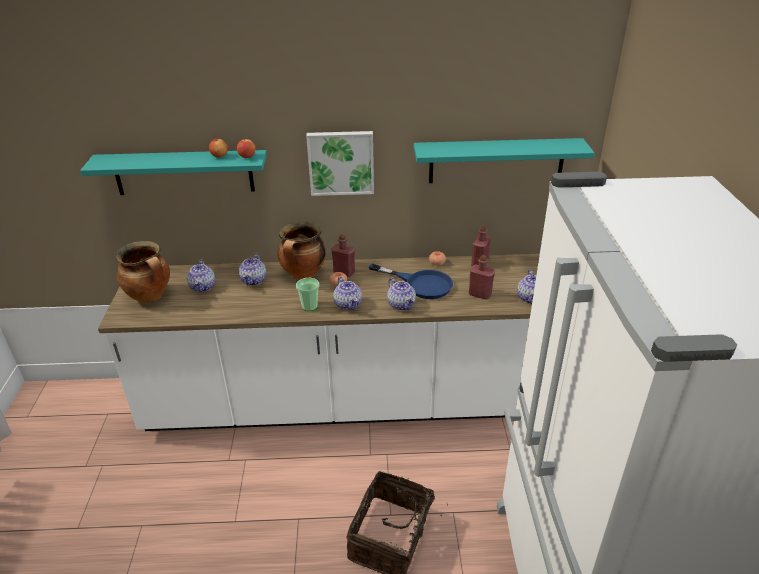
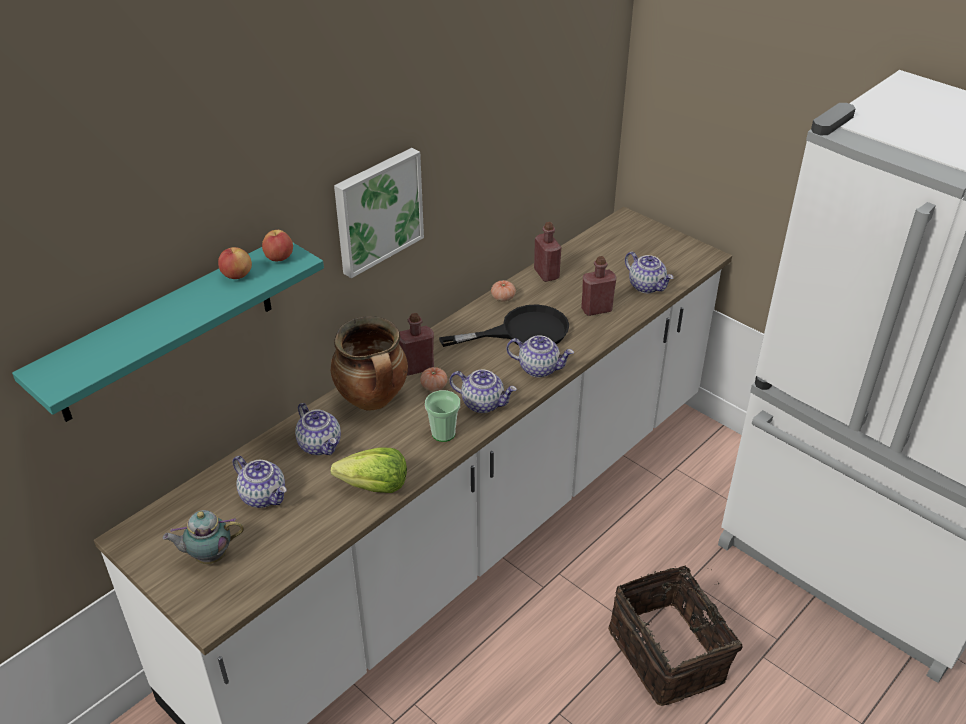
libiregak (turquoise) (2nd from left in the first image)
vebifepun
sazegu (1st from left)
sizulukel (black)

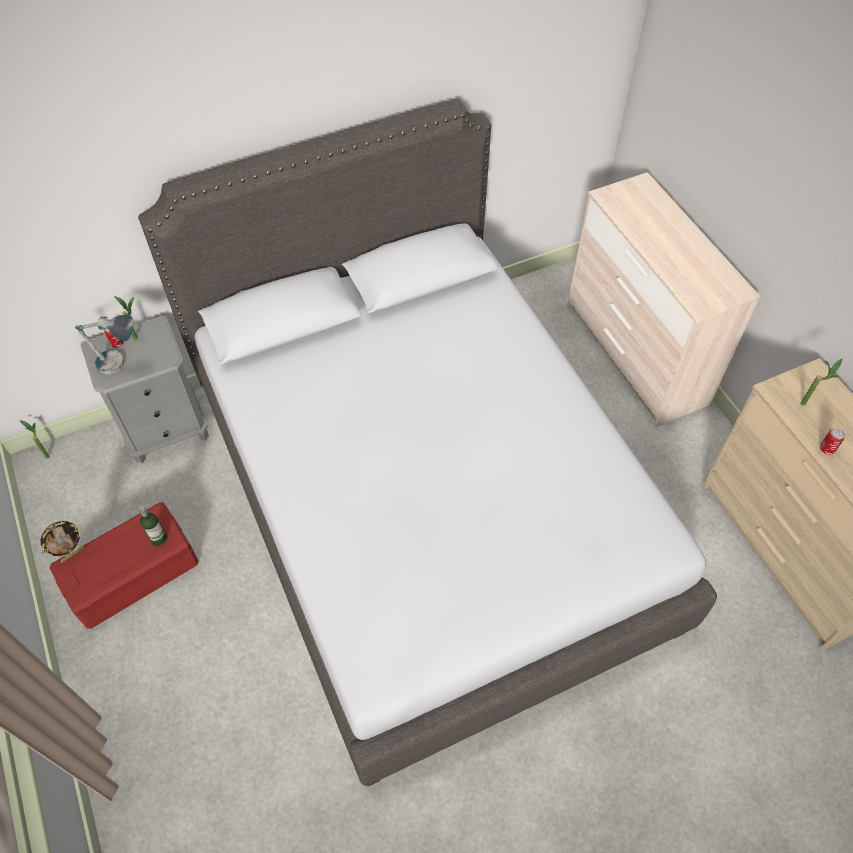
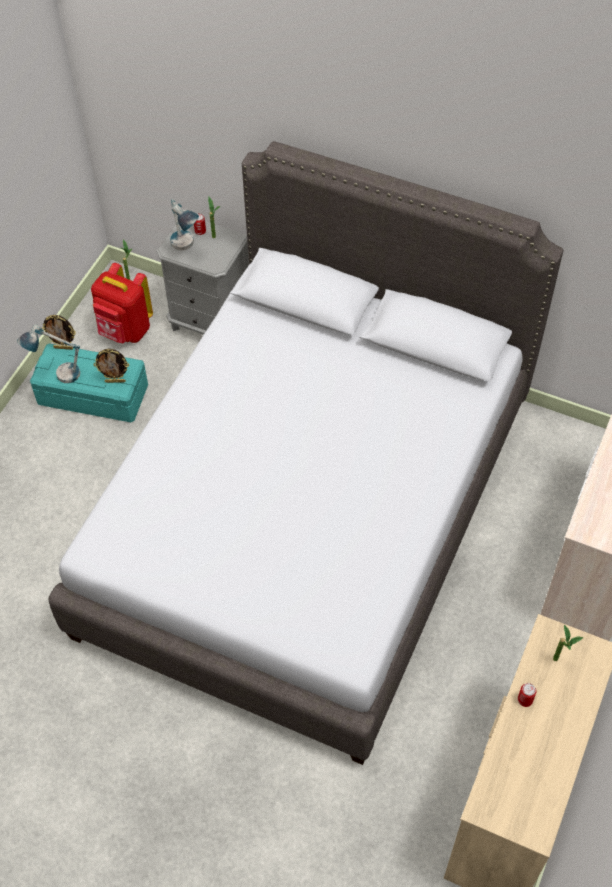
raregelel (1st from left)
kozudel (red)
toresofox (2nd from left)
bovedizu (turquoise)

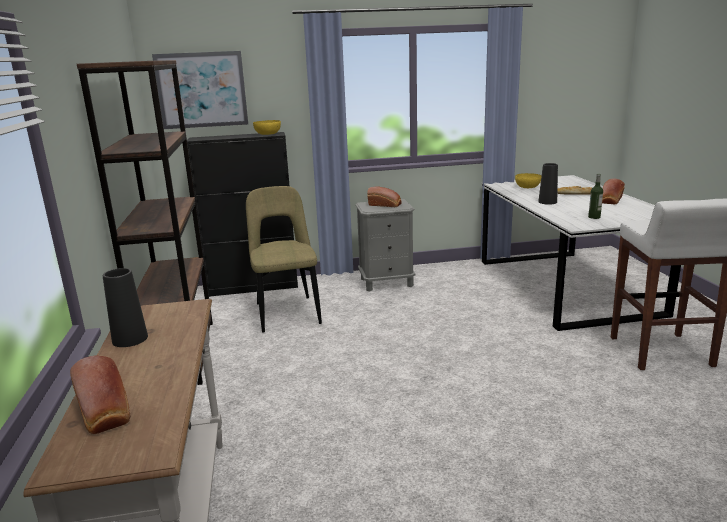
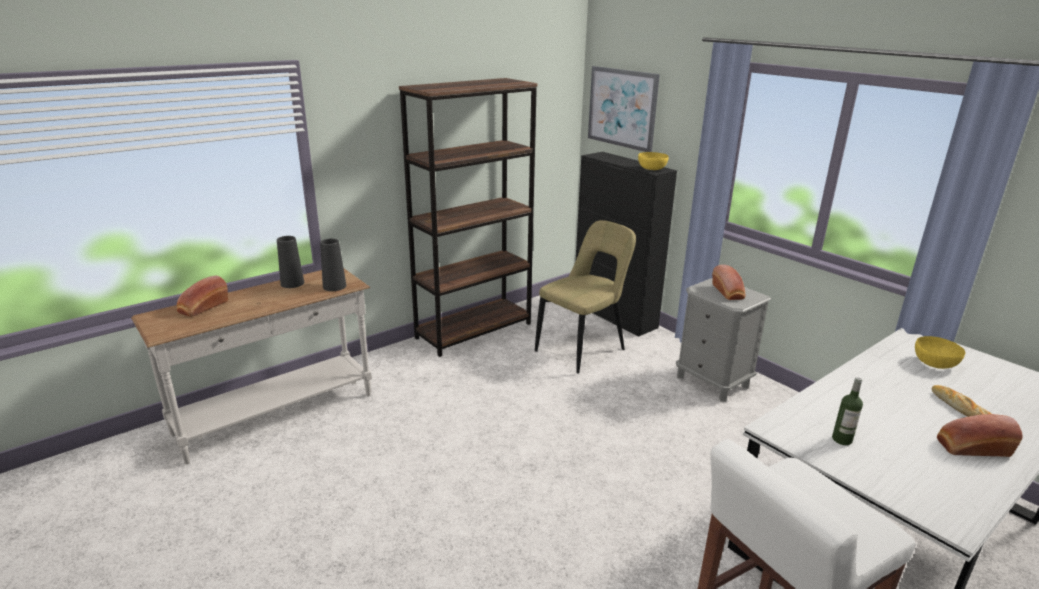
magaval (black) (2nd from left)

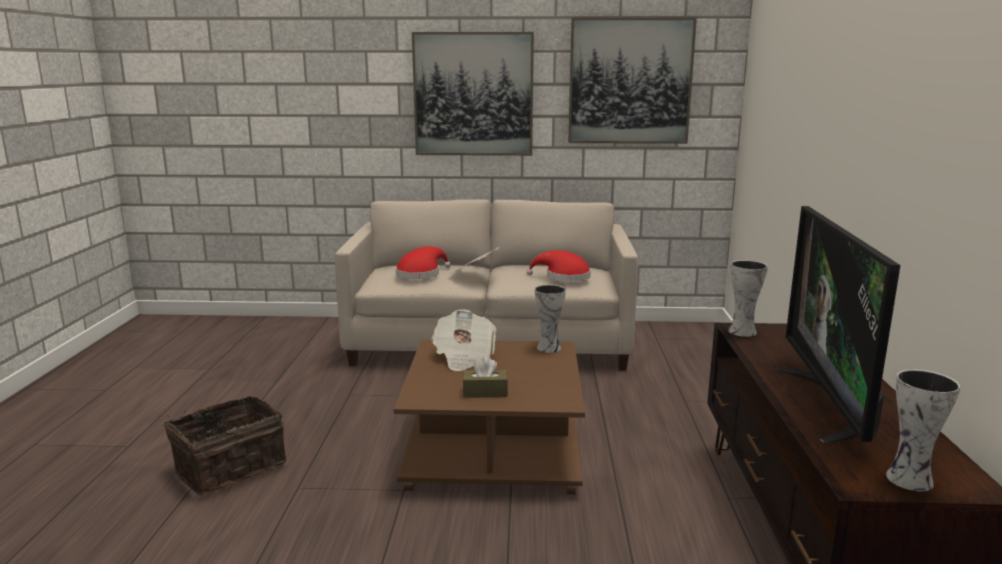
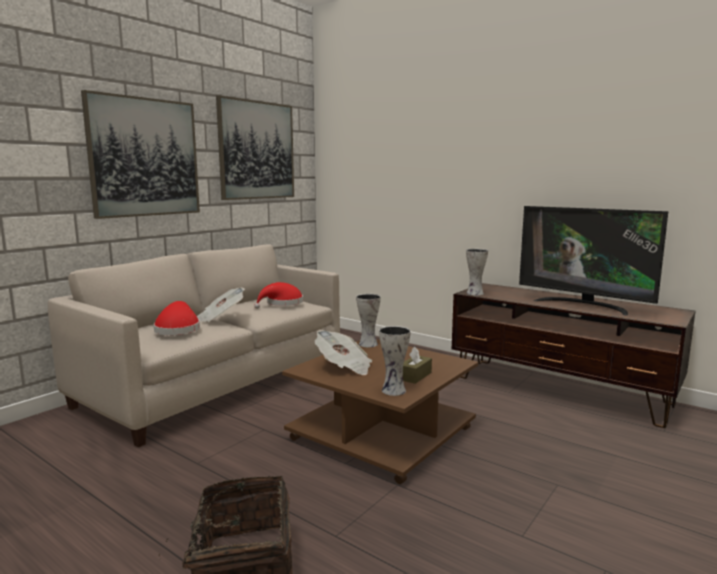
magaval (2nd from left)

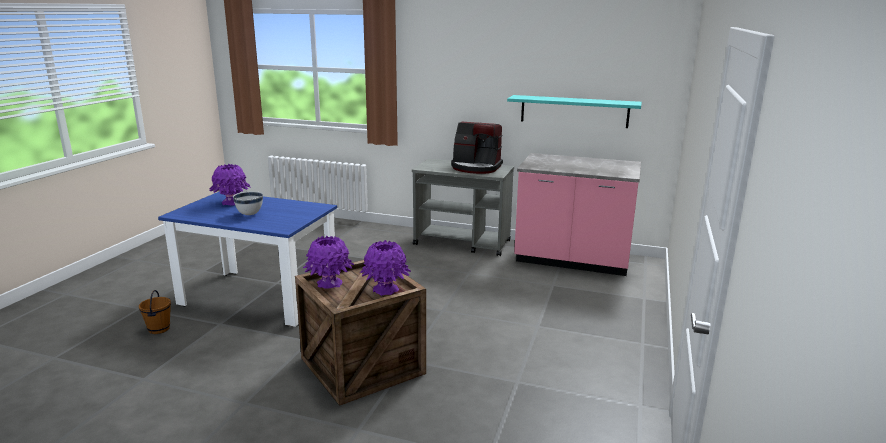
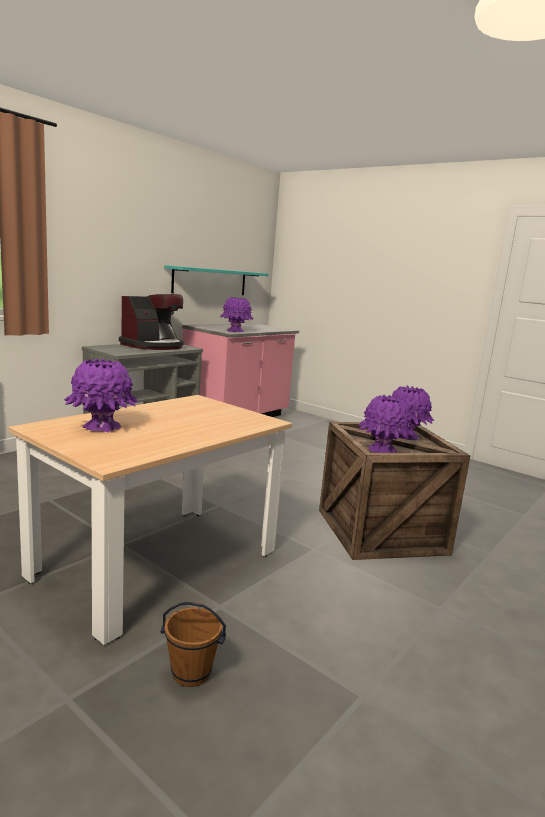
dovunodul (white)
magaval (purple) (2nd from left)
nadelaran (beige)

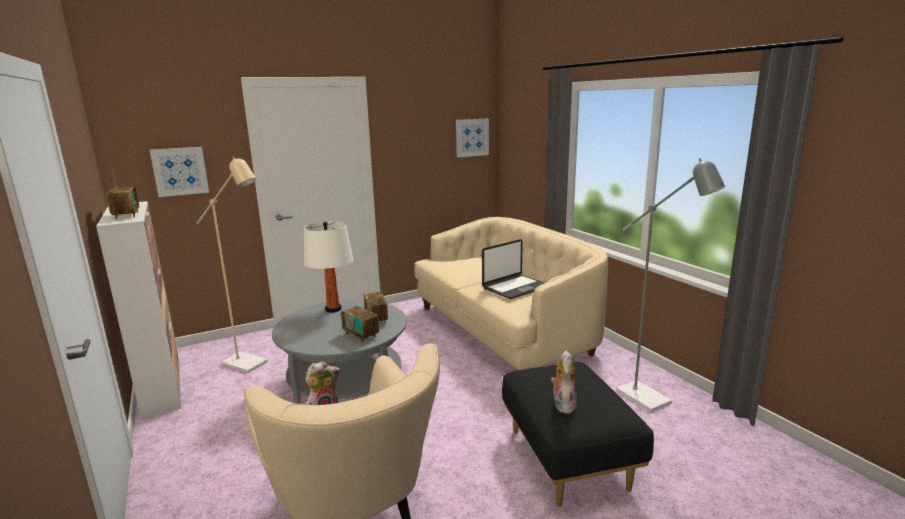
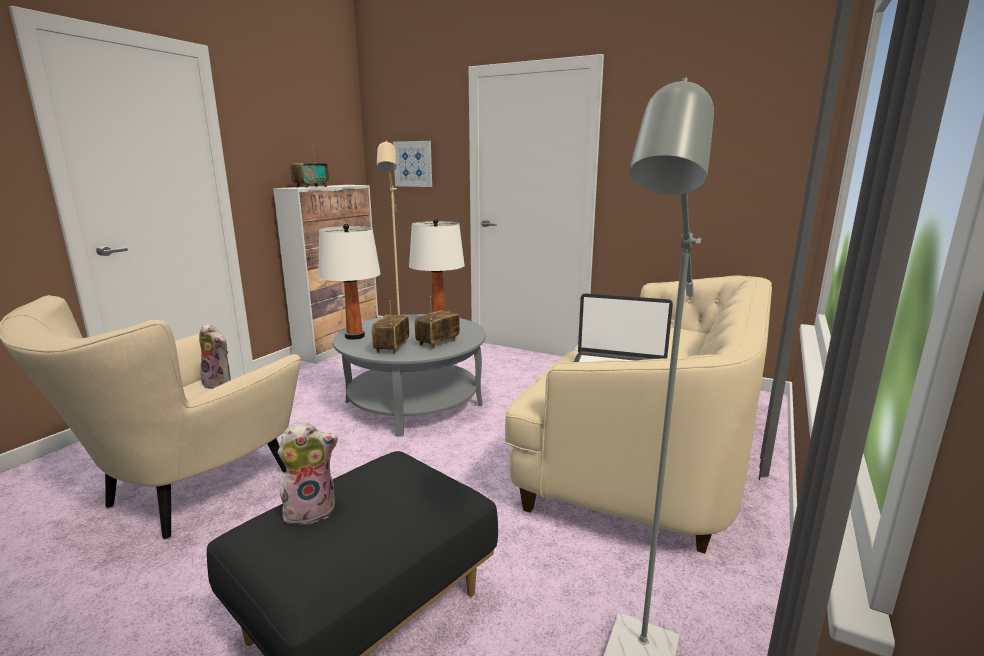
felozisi (2nd from left in the first image)
raregelel (white) (1st from left)

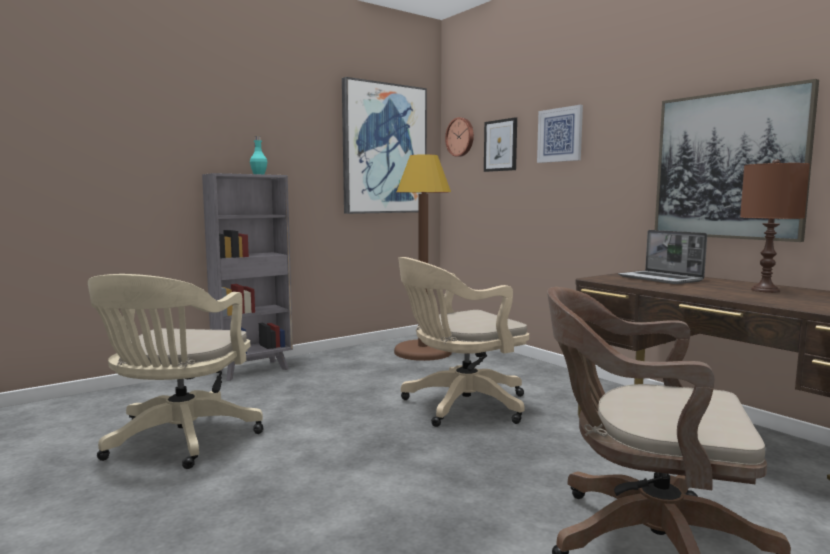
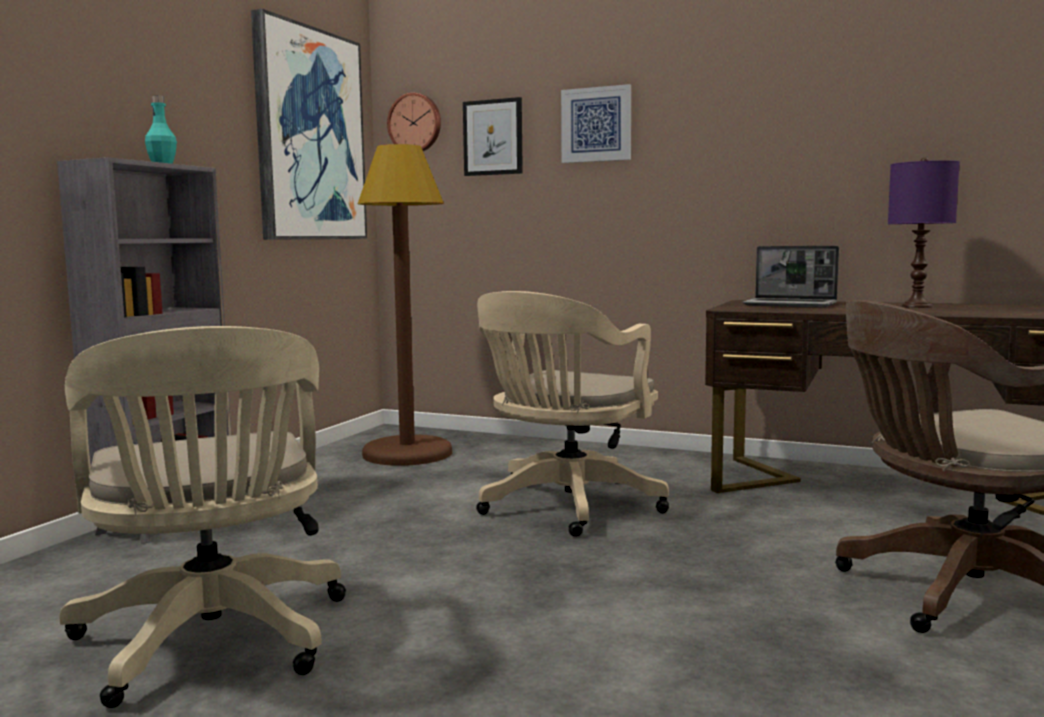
felozisi (4th from left in the first image)
raregelel (purple)

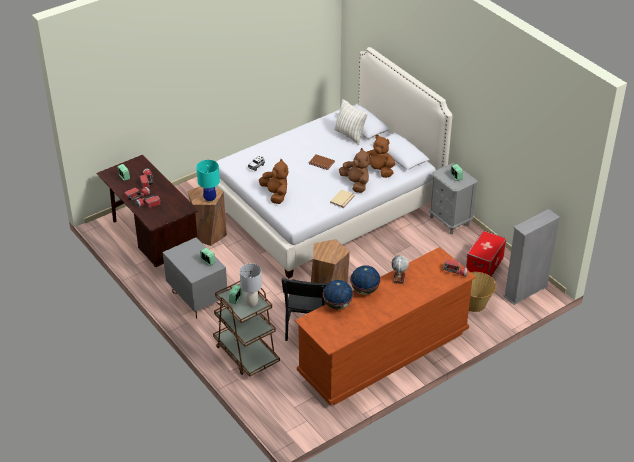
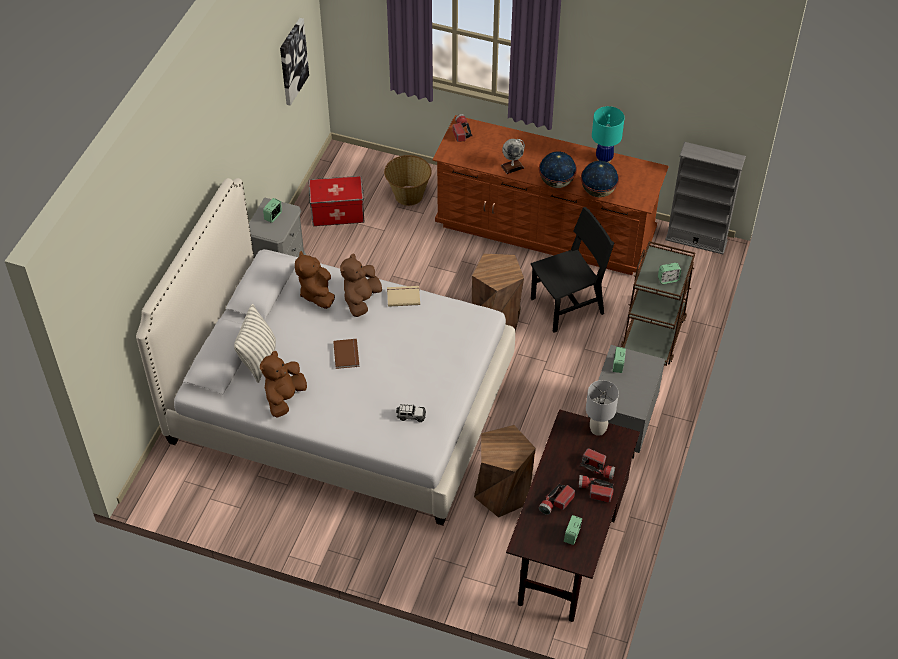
felozisi
raregelel (turquoise)
raregelel (grey)
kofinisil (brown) (1st from left)
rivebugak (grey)

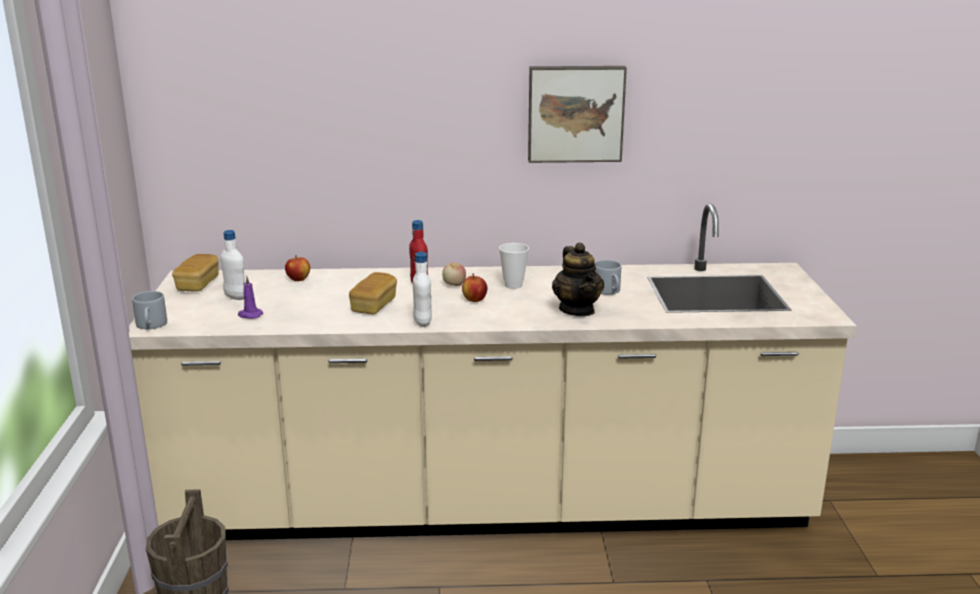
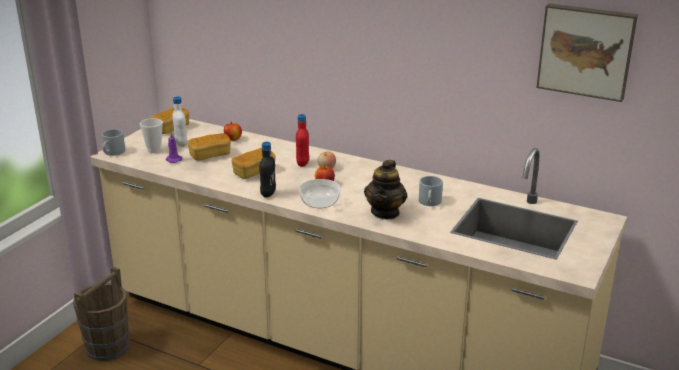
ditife (2nd from left)
dovunodul
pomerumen
felozisi
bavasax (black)

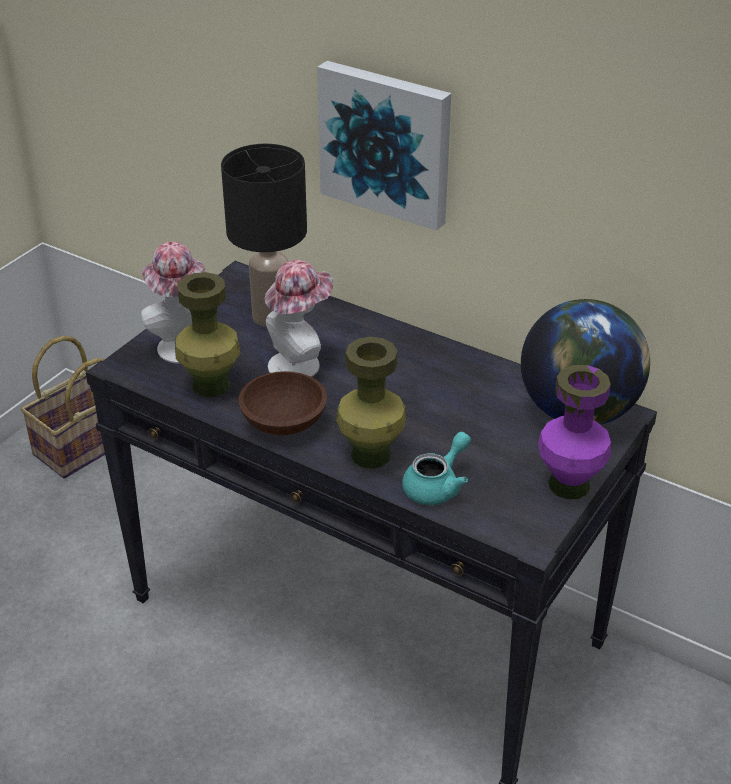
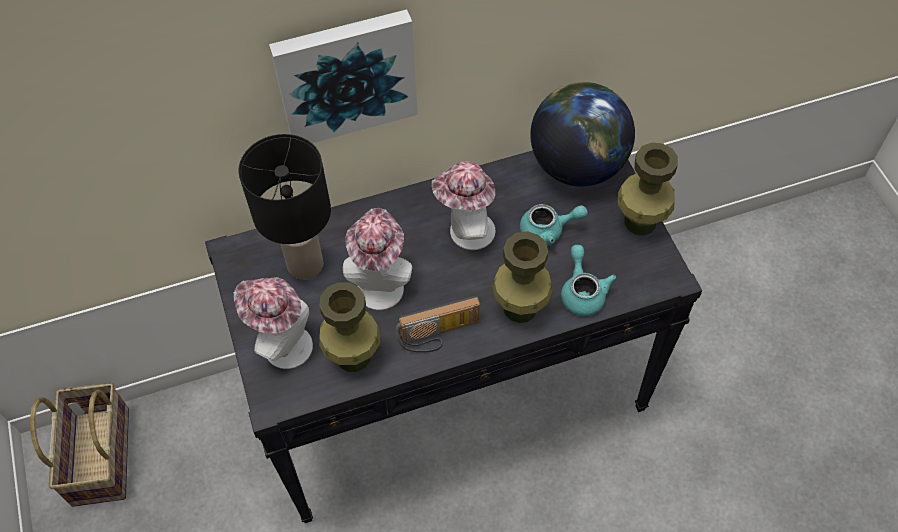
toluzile (3rd from left)
sazegu (turquoise) (1st from left)
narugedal
magaval (green) (3rd from left)

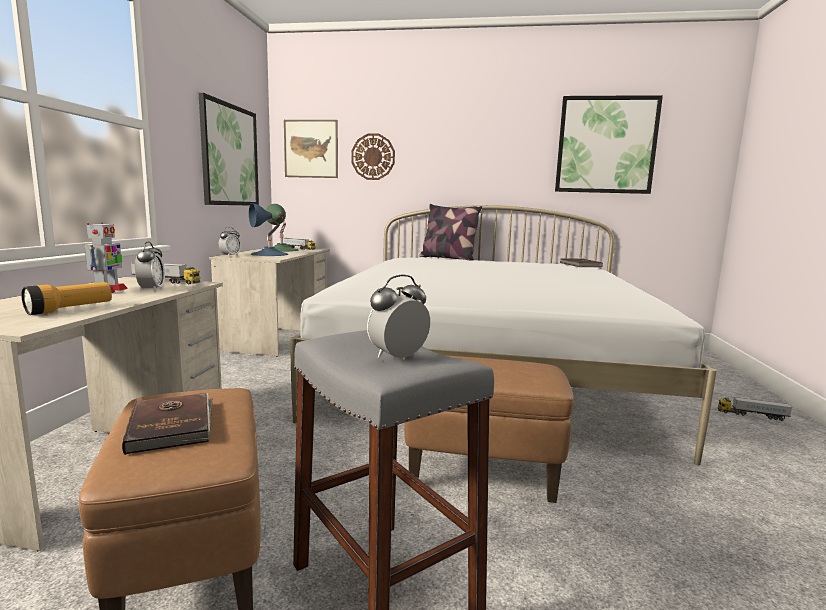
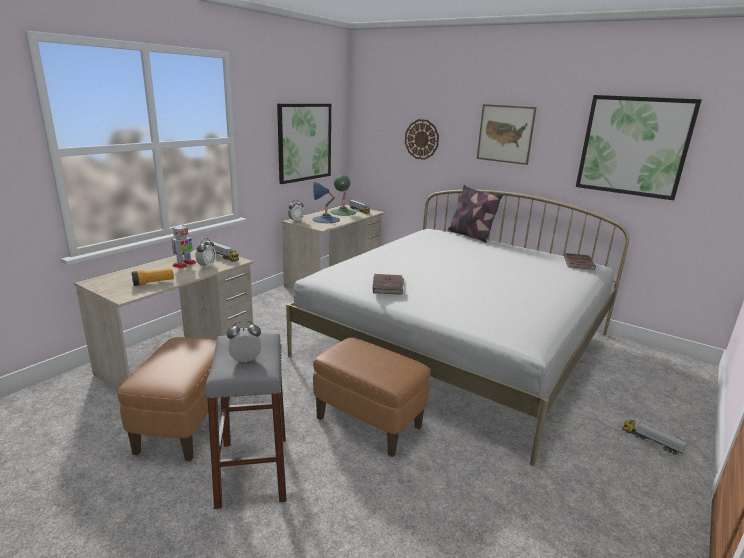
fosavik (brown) (1st from left)
felozisi (2nd from left)

